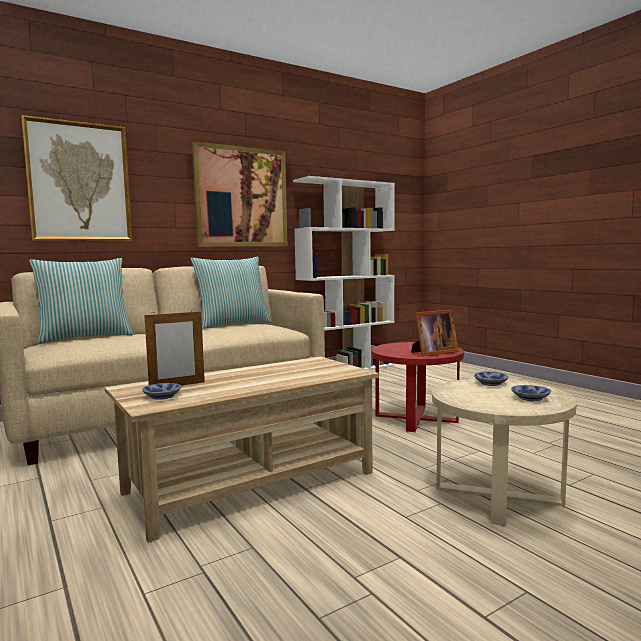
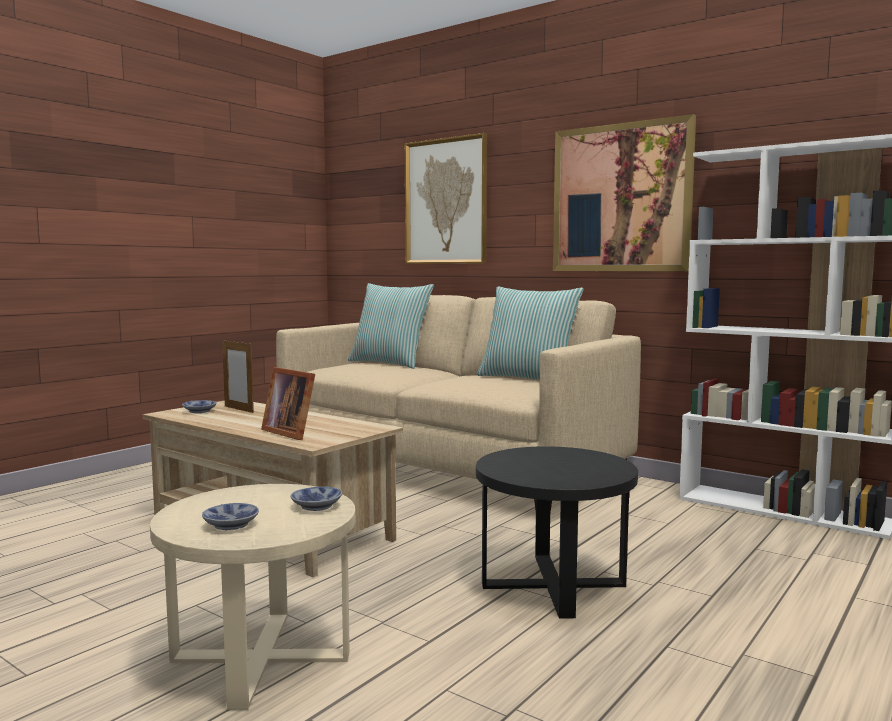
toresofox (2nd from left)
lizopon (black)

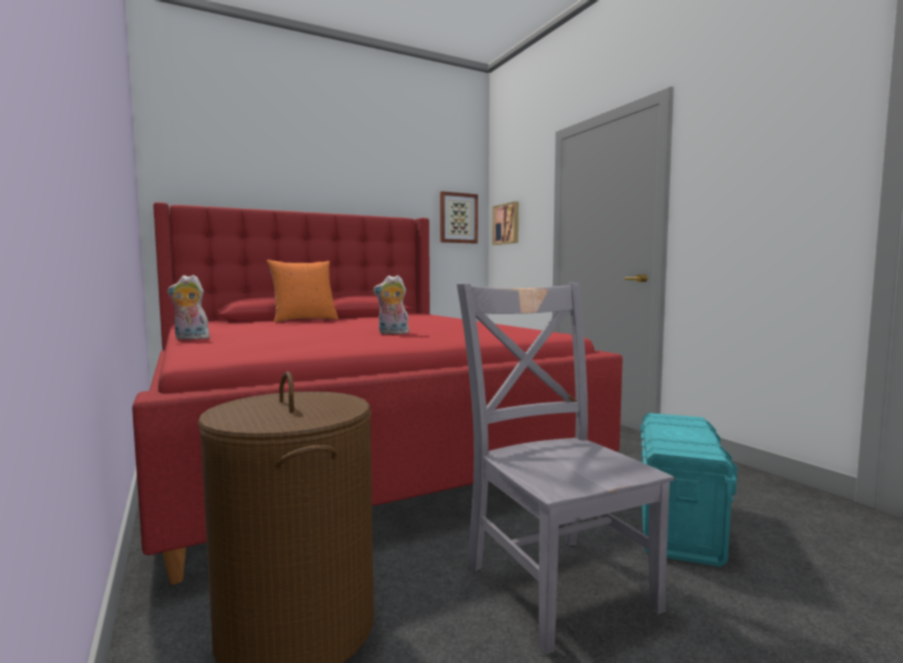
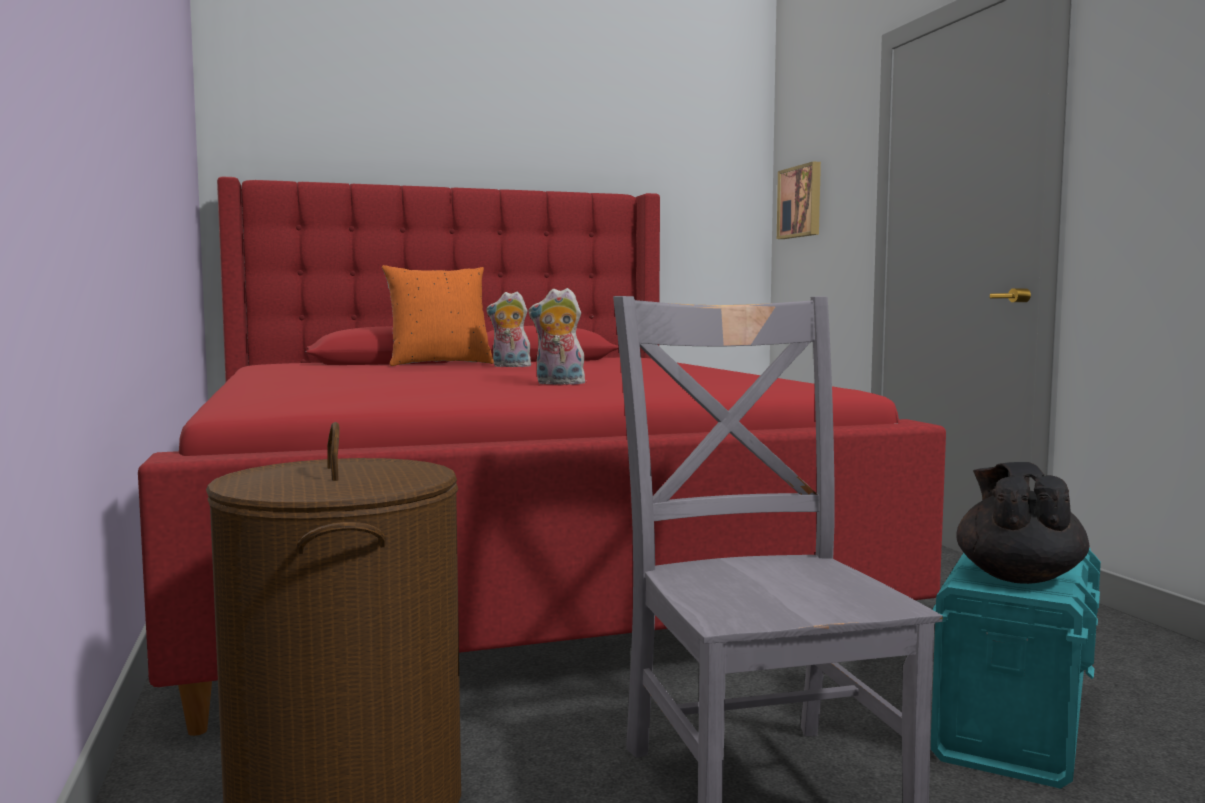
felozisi (1st from left in the first image)
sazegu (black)
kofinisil (1st from left)

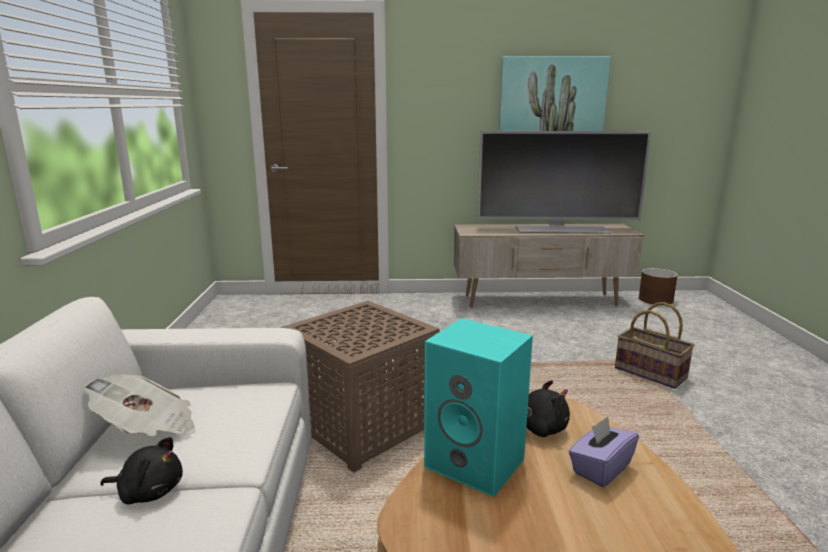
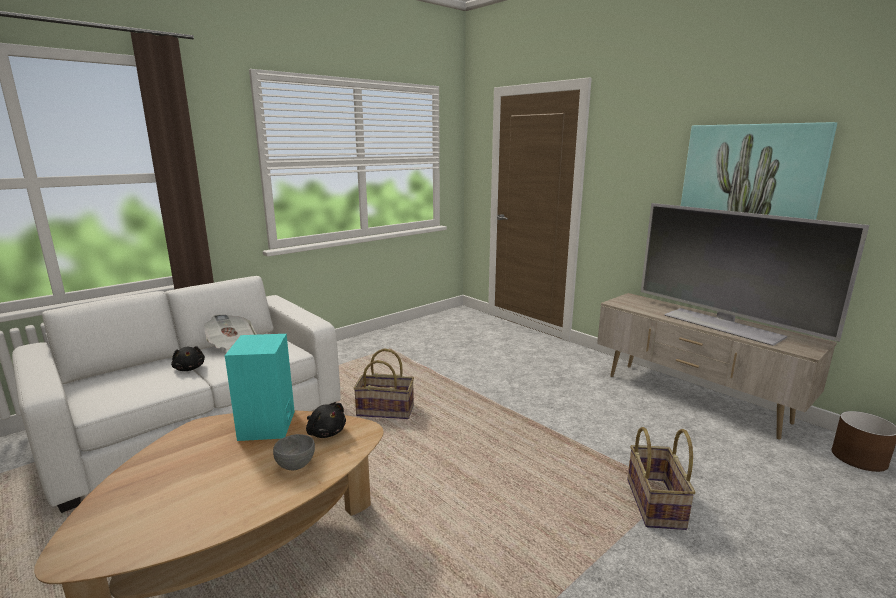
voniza (1st from left)
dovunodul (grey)

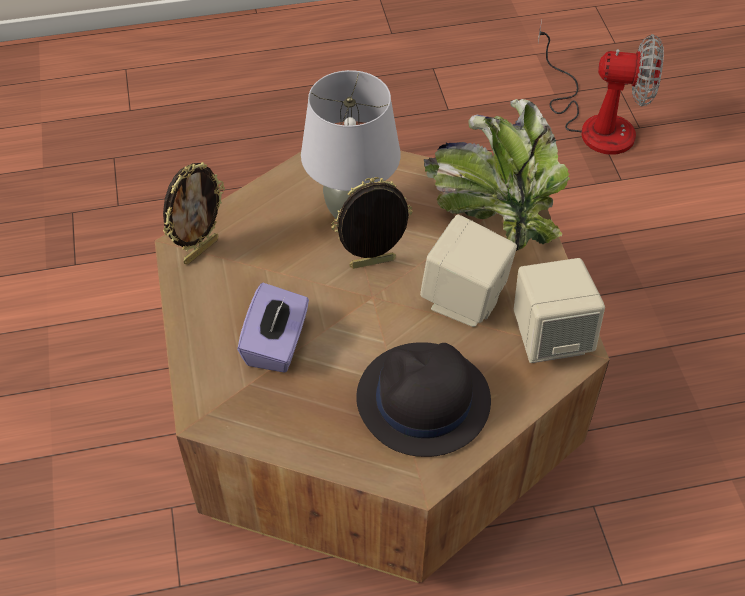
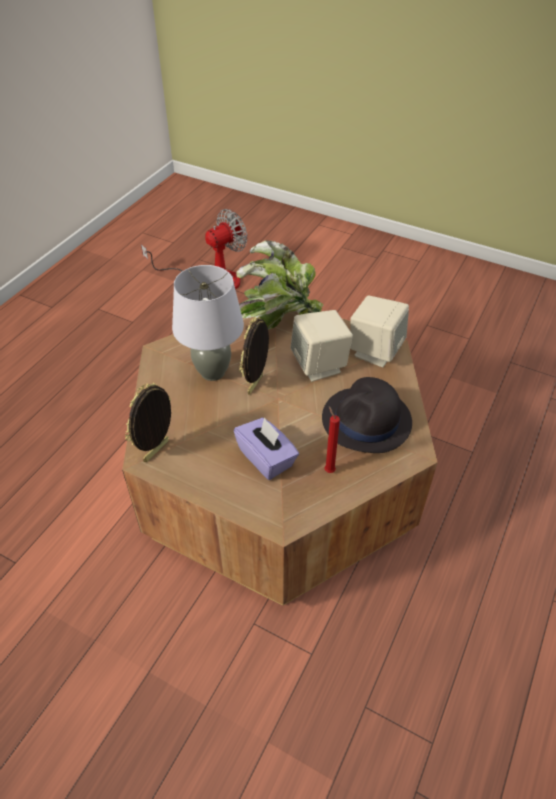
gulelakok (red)
toresofox (1st from left)

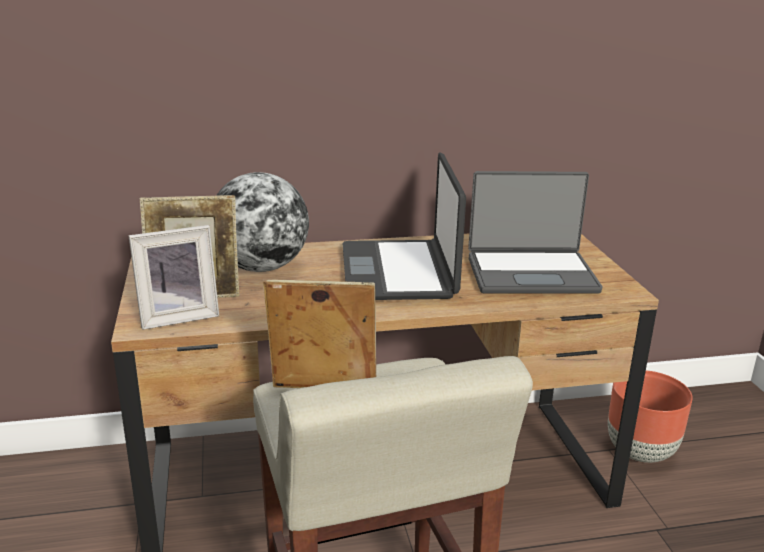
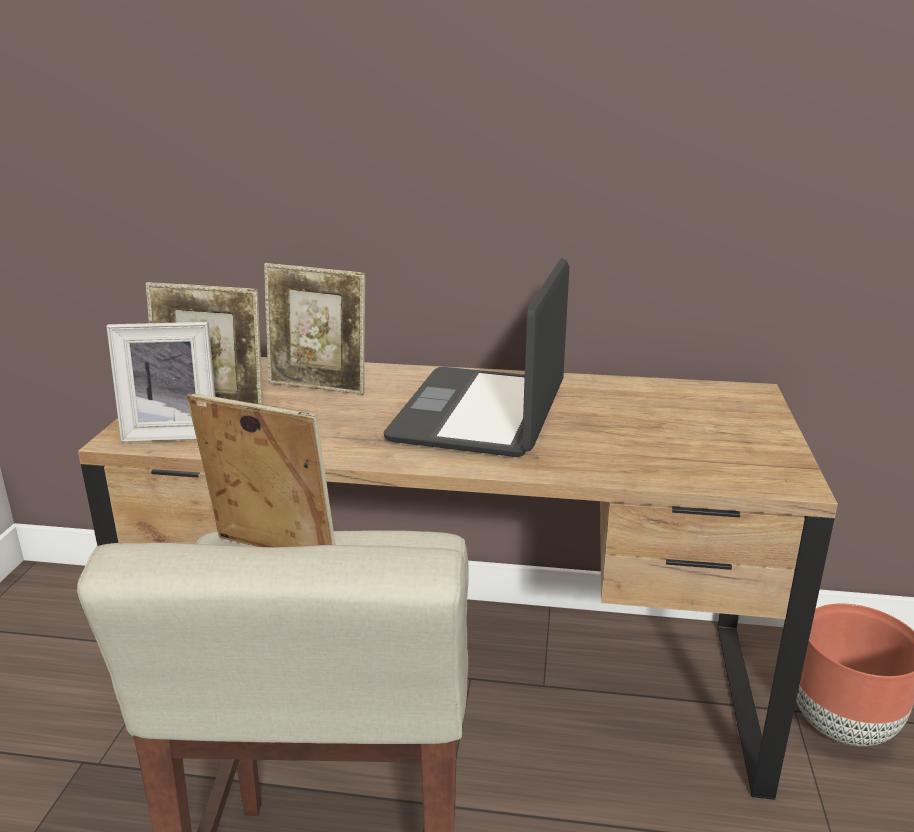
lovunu (2nd from left in the first image)
toresofox (4th from left)

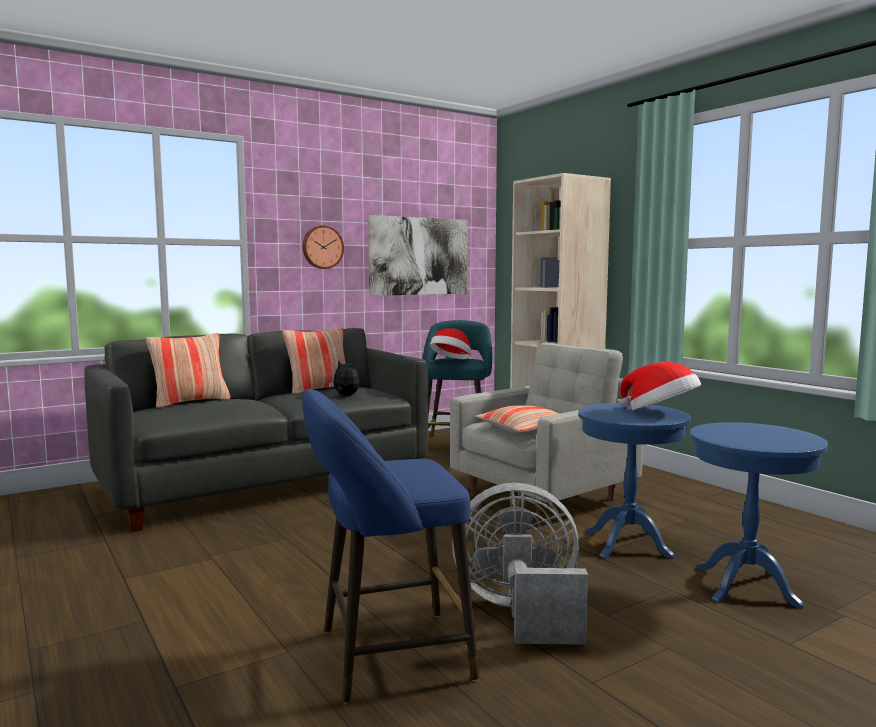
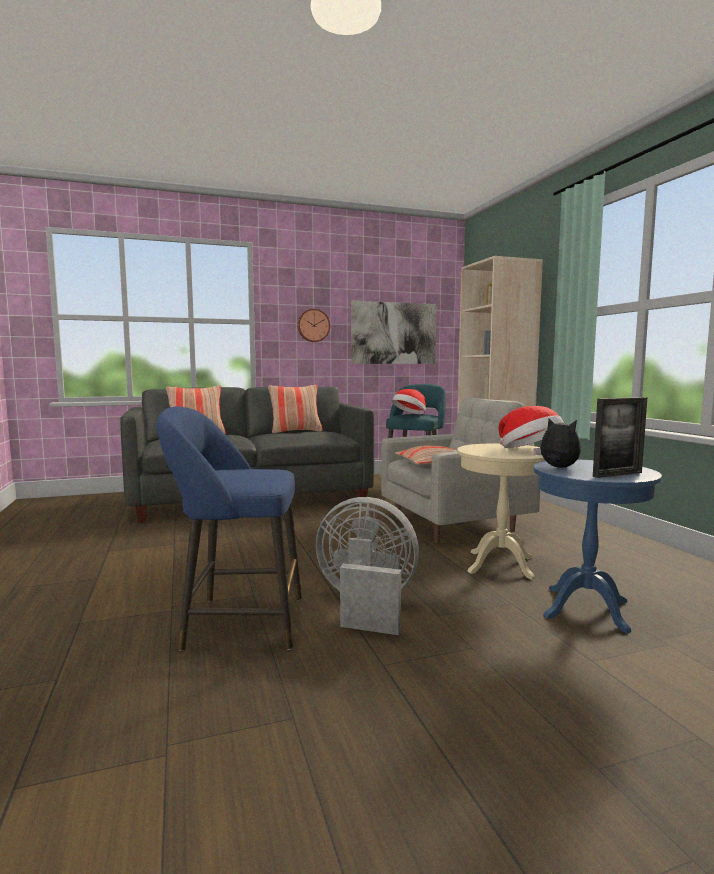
toresofox
kofinisil
lizopon (beige)

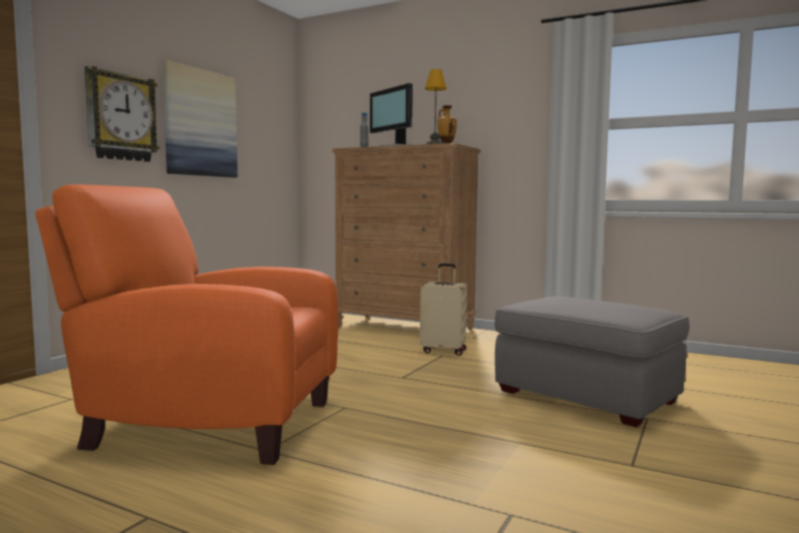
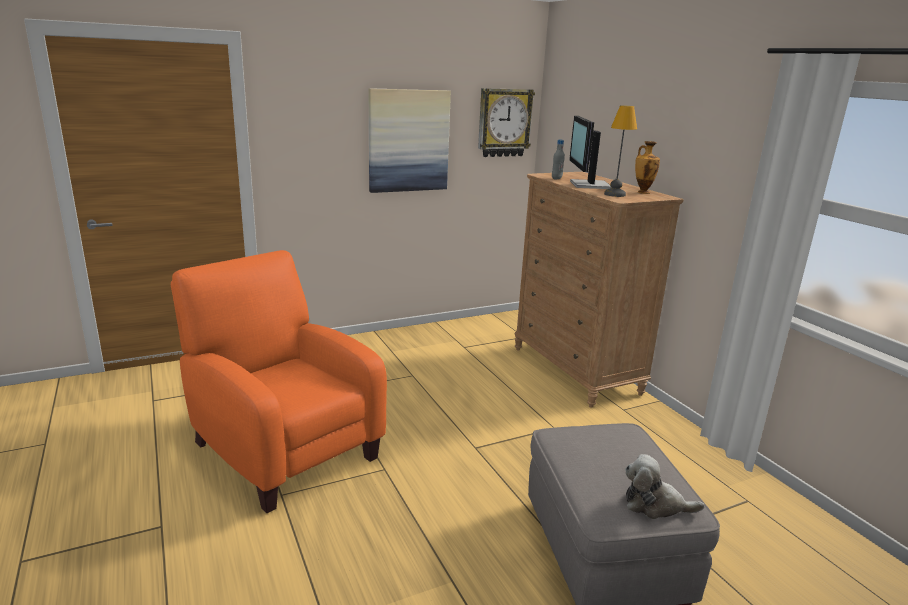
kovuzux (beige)
kofinisil
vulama

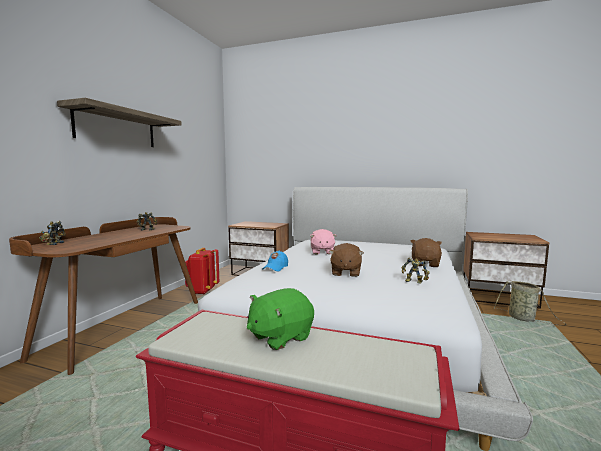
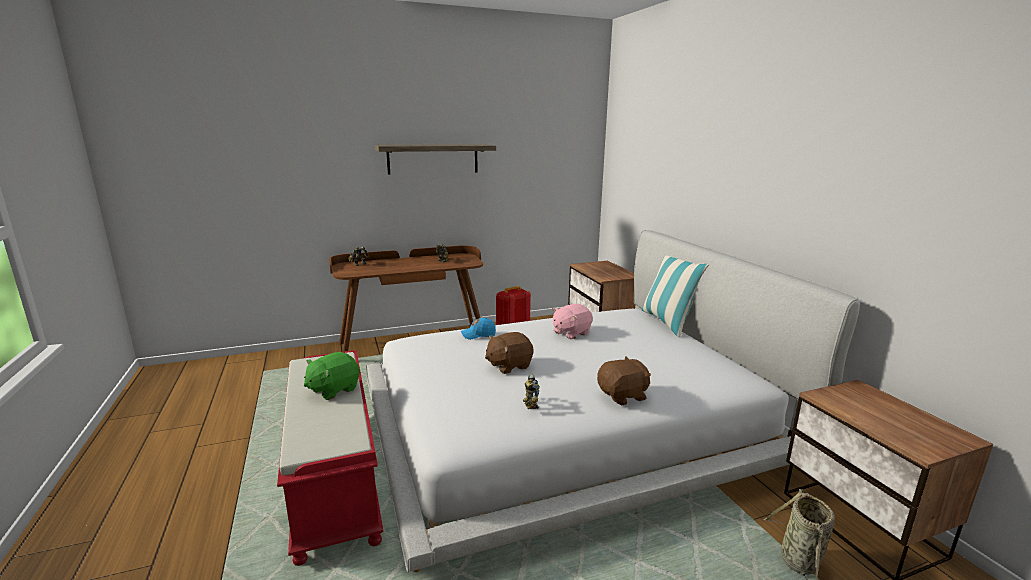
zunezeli
kofinisil (green)

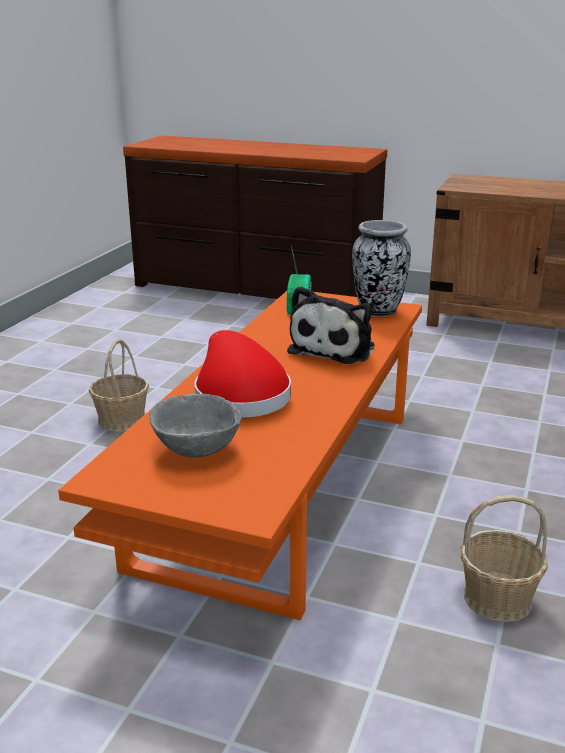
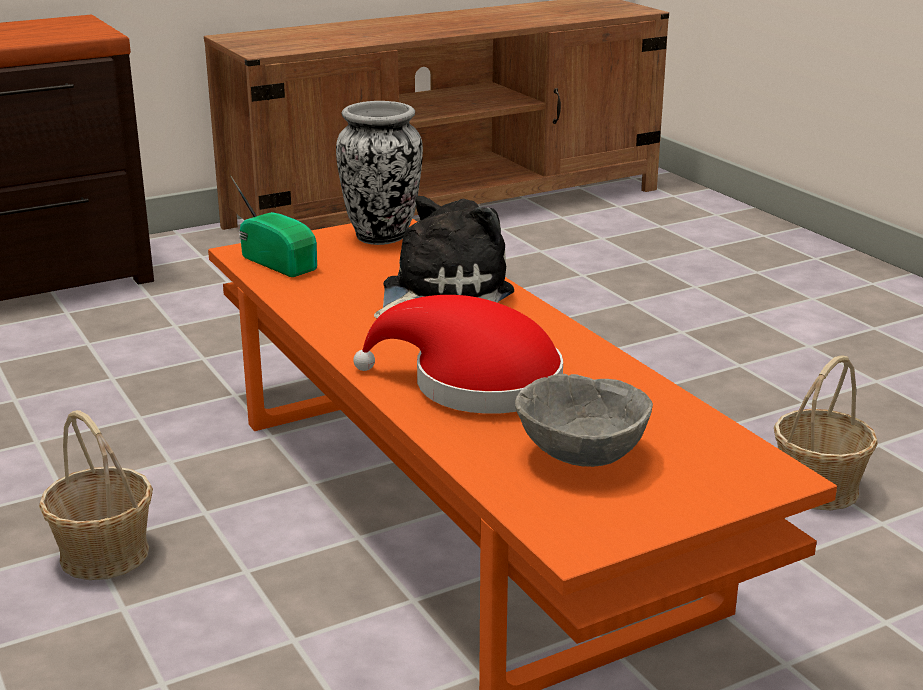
kofinisil

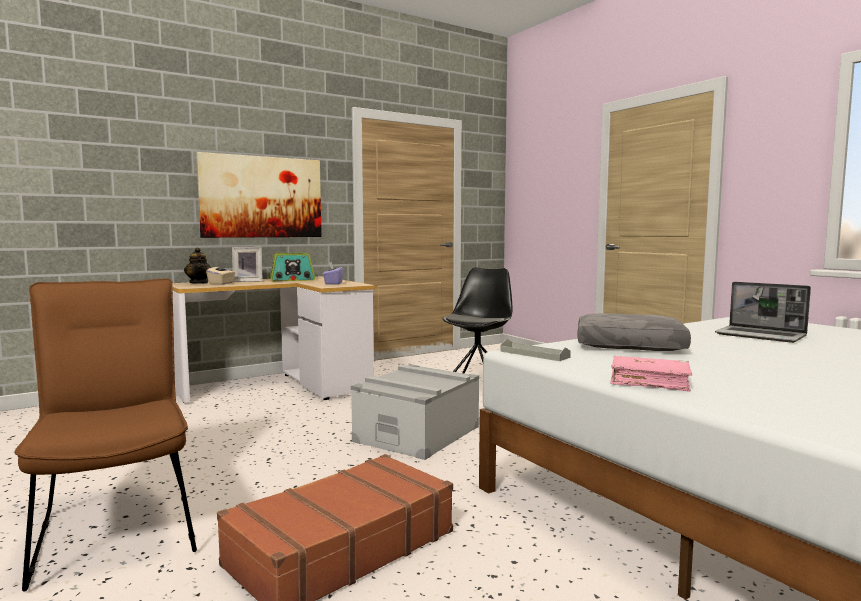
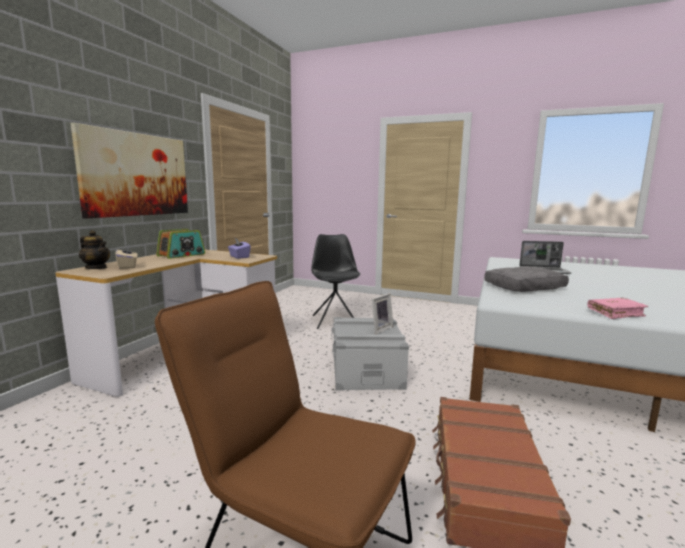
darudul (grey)
toresofox

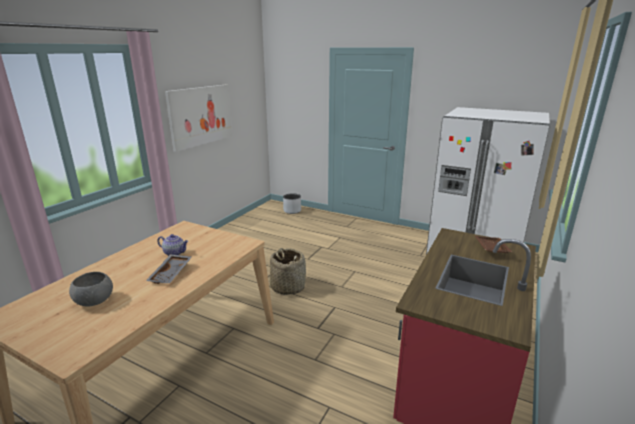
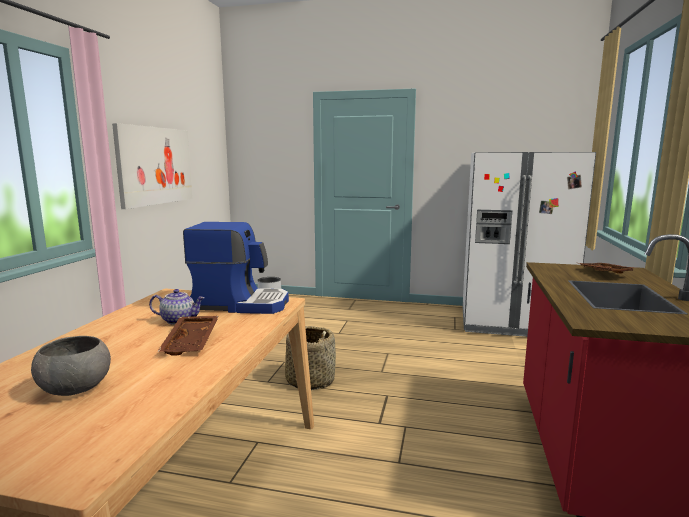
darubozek
darudul (brown) (1st from left)

